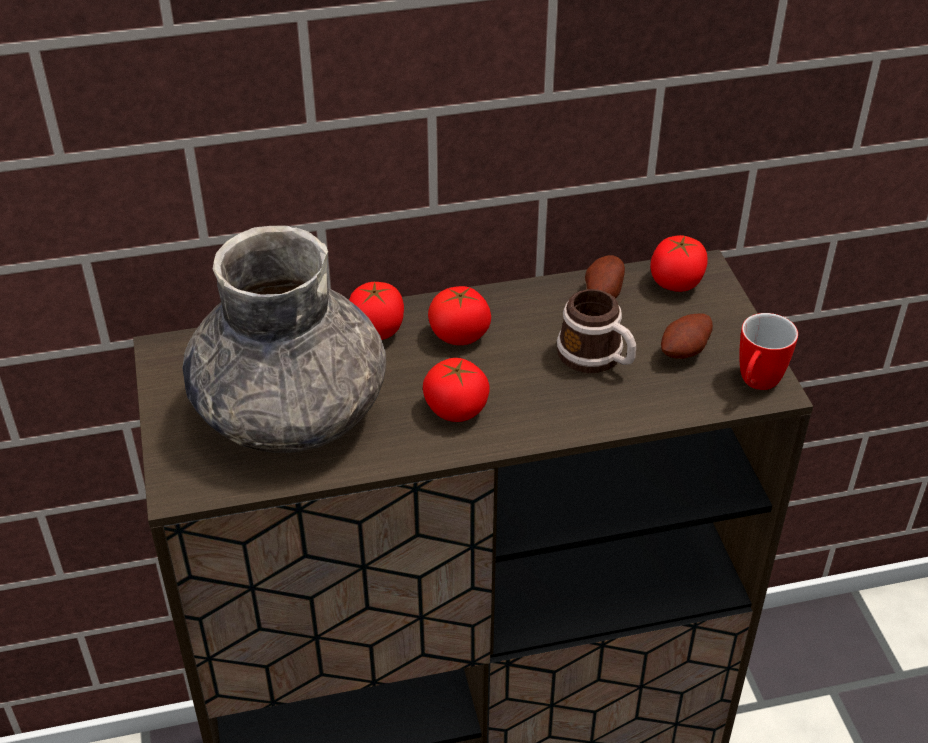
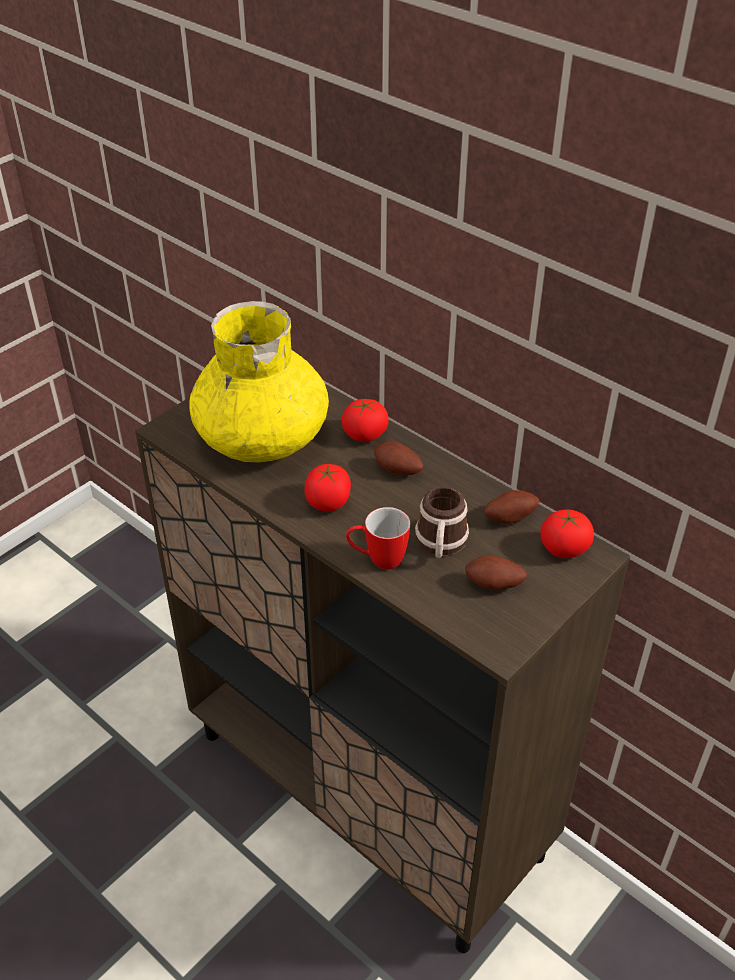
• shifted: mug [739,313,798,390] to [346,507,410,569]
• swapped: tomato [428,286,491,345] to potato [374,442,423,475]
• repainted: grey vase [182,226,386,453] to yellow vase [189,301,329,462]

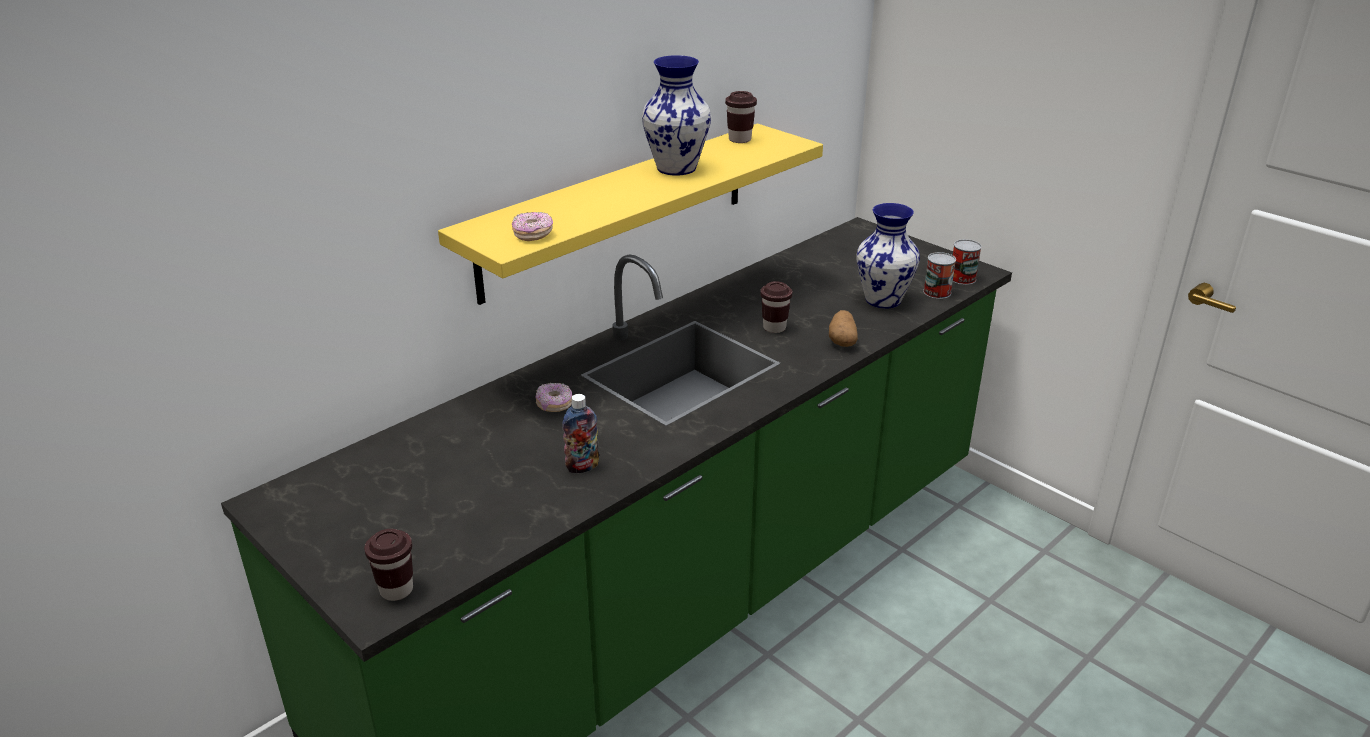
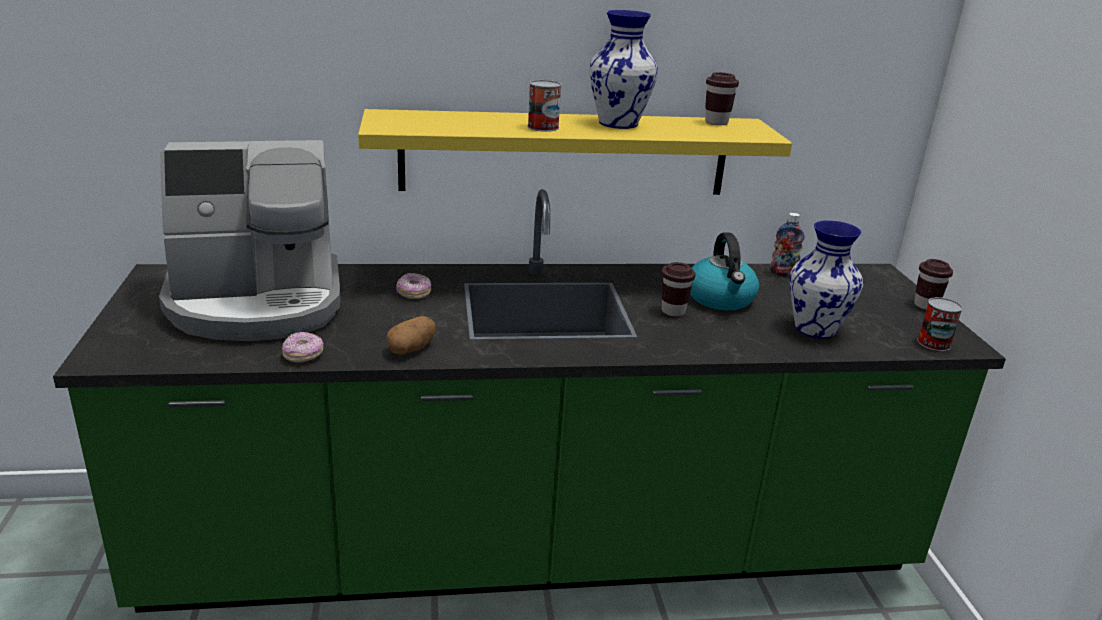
• new: coffee machine [159,140,341,341]
• new: kettle [690,232,759,310]
• shifted: brown cup [364,529,413,601] to [914,259,953,310]
• shifted: donut [512,212,553,241] to [282,332,323,362]
• shifted: bottle [562,394,599,473] to [770,213,804,277]
• shifted: potato [829,310,858,347] to [386,316,435,355]
• shifted: can [923,252,956,299] to [528,80,562,132]

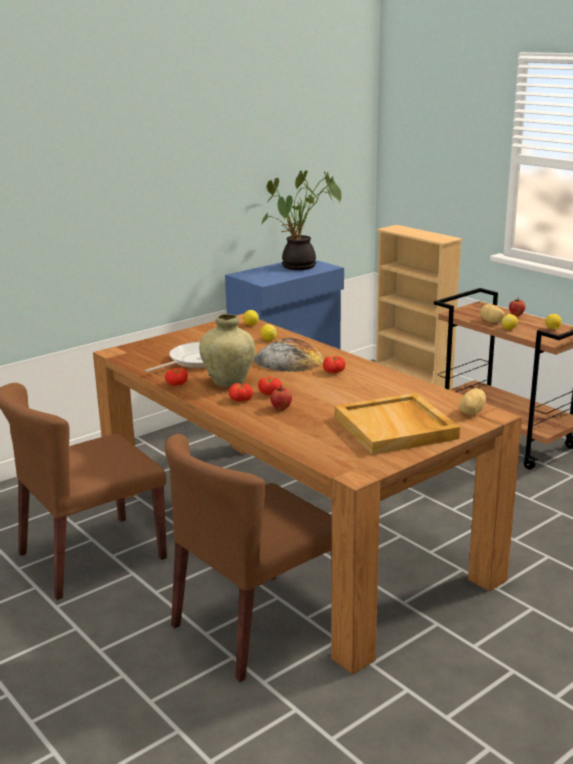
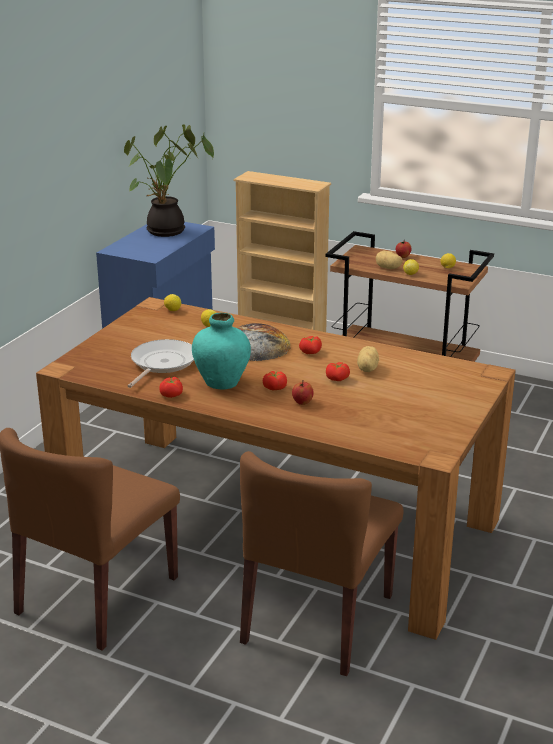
• gone: beige tray [335,393,460,455]
• shifted: tomato [229,383,253,402] to [326,362,350,381]
• shifted: potato [460,388,486,415] to [357,346,379,372]
• repainted: beige vase [199,314,256,387] to turquoise vase [192,313,251,390]

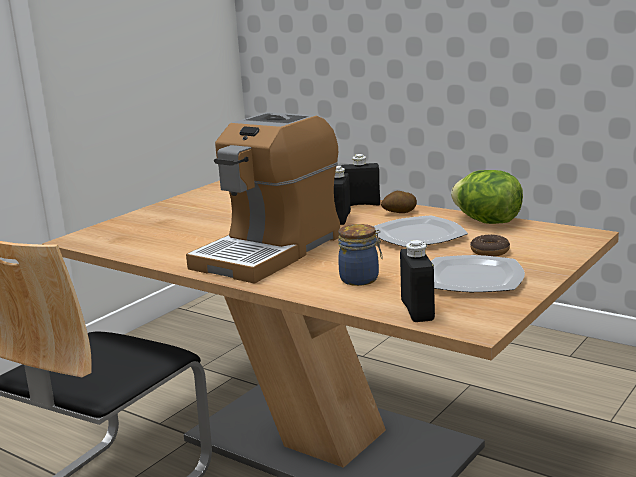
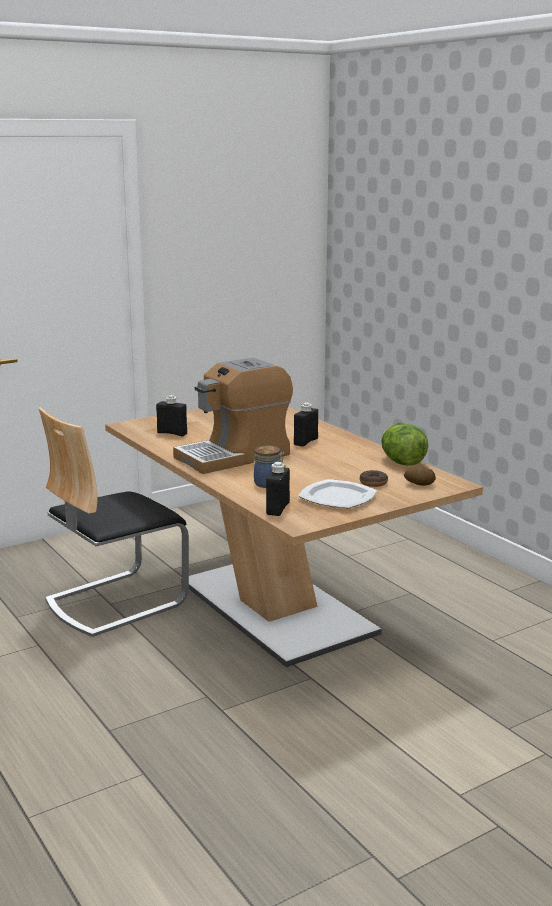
• gone: plate [373,215,468,247]
• shifted: black bottle [341,154,380,206] to [156,395,187,436]
• shifted: potato [381,191,417,213] to [404,465,436,486]

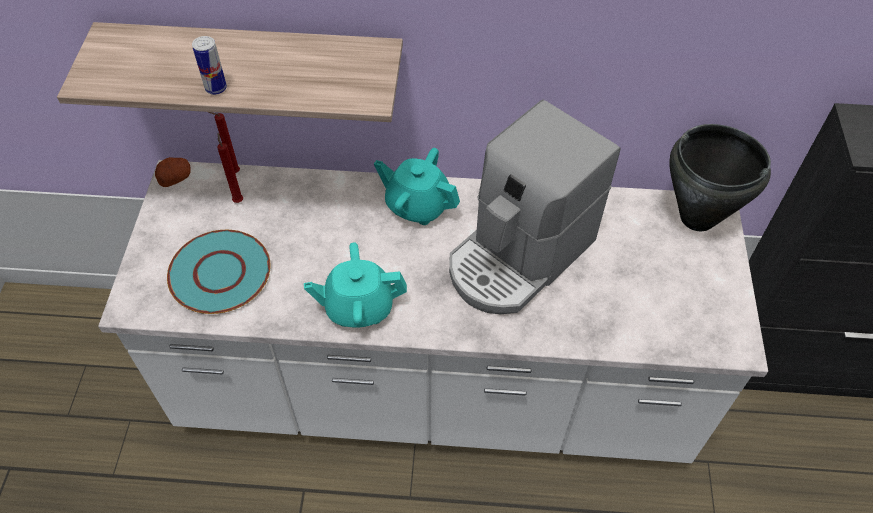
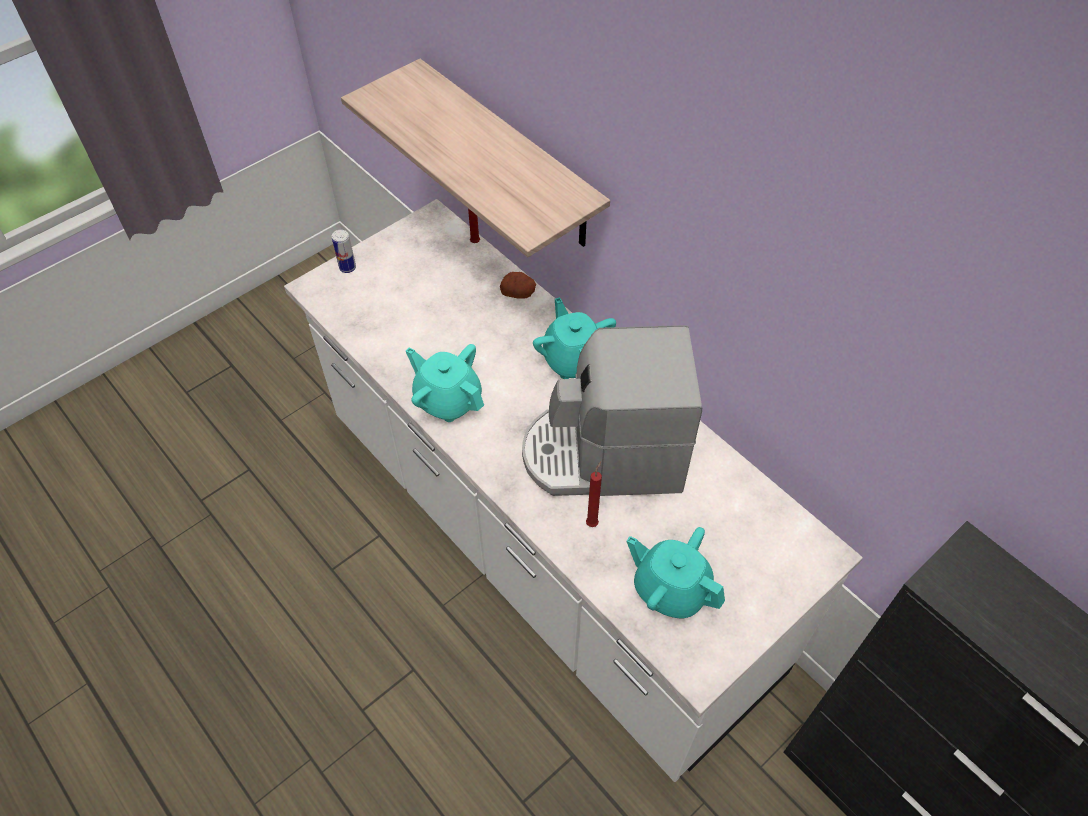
• gone: turquoise plate [167,230,271,314]
• gone: black cooking pot [669,124,771,231]
• new: turquoise teapot [627,527,725,618]
• shifted: potato [155,157,191,187] to [500,272,536,299]
• shifted: can [192,36,227,95] to [332,230,356,273]
• shifted: red candle [217,133,243,203] to [586,461,602,527]

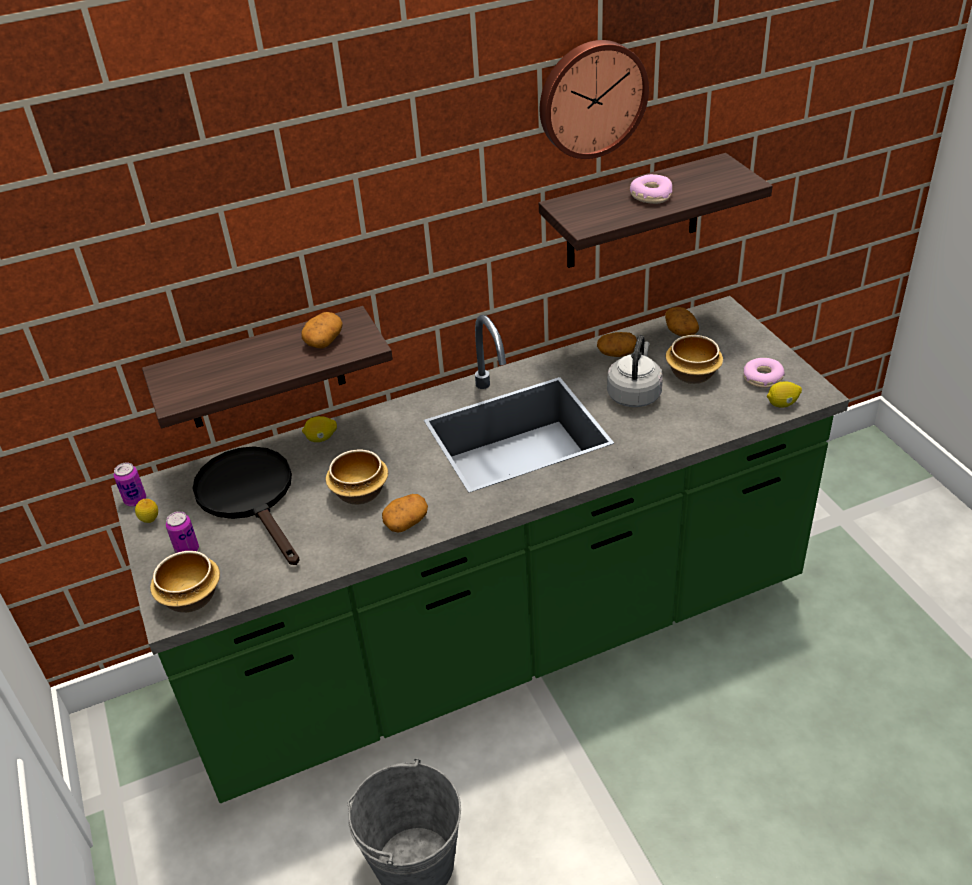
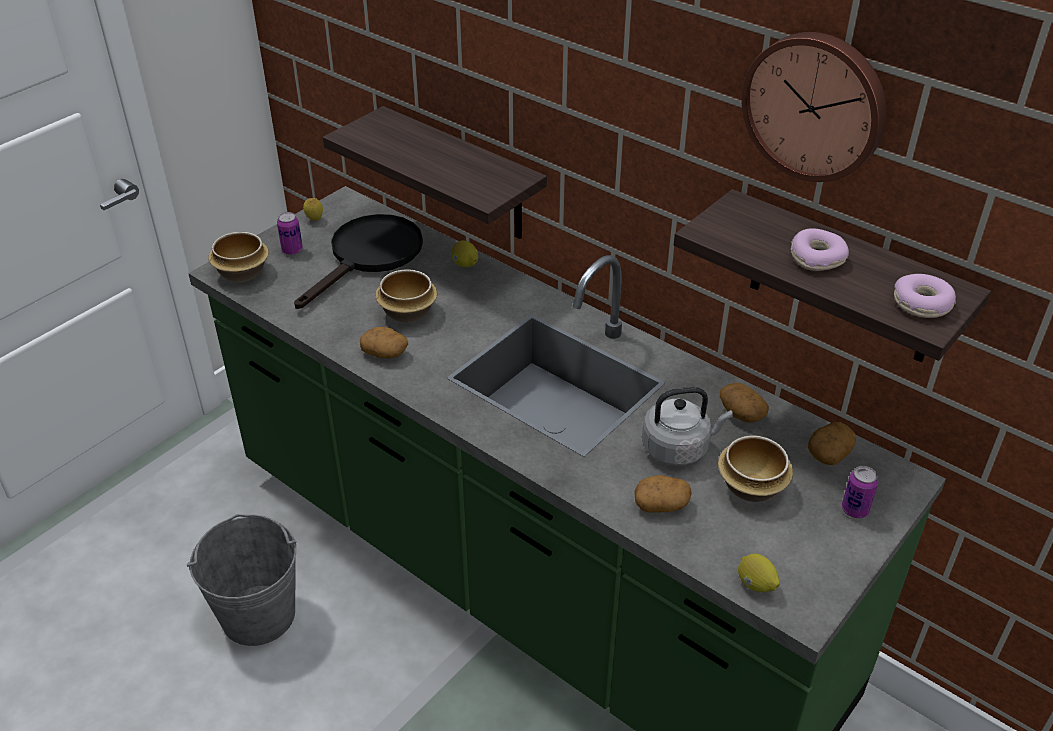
• shifted: can [114,463,146,507] to [842,466,879,518]
• shifted: potato [301,312,343,348] to [634,475,691,513]
• shifted: donut [744,358,785,388] to [894,274,956,318]

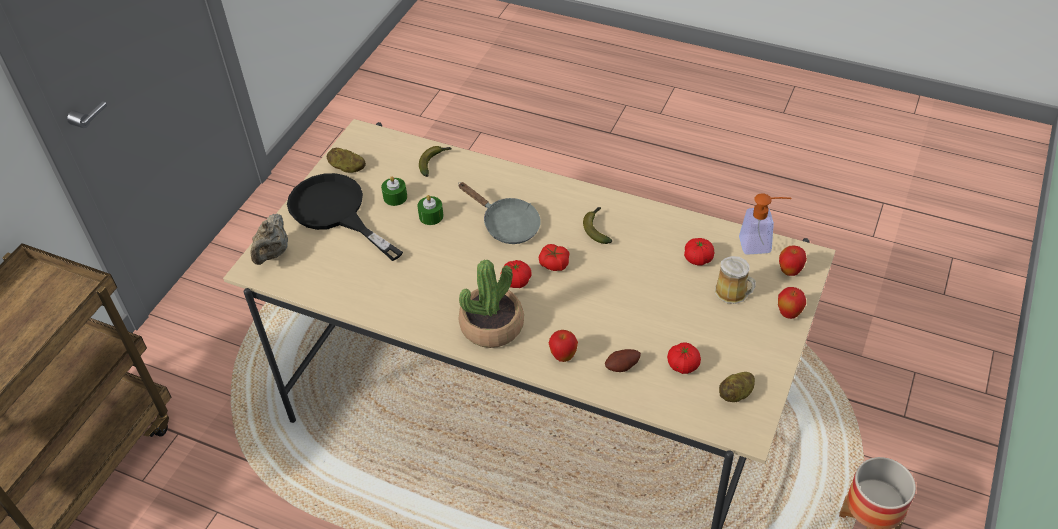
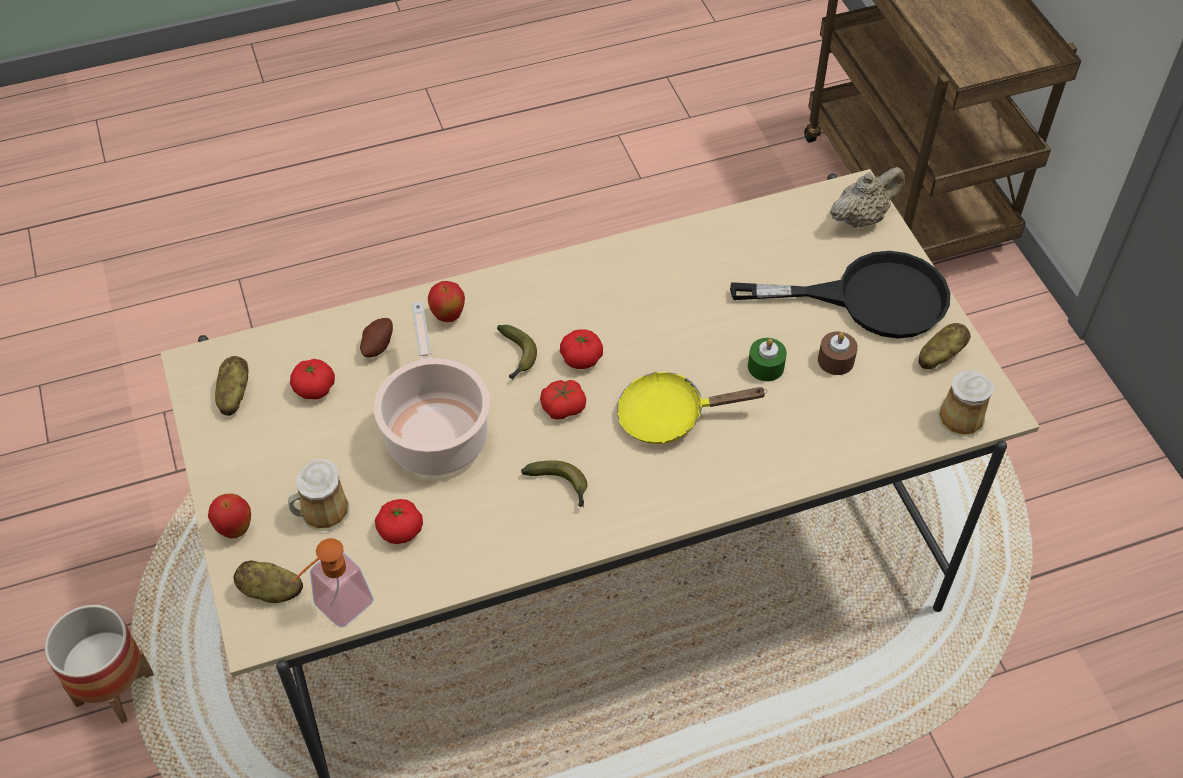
• gone: potted plant [459,260,524,348]
• new: cooking pot [374,302,490,476]
• new: mug [937,371,995,438]
• shifted: banana [419,146,451,177] to [497,325,537,380]
• swapped: apple [779,245,807,276] to potato [234,560,303,603]
• repainted: green candle [381,176,407,206] to brown candle [818,332,858,375]
• repainted: grey frying pan [459,182,541,244] to yellow frying pan [617,371,767,444]
• rotated: beige teapot [250,214,288,265] = [830,167,905,228] 90 degrees clockwise

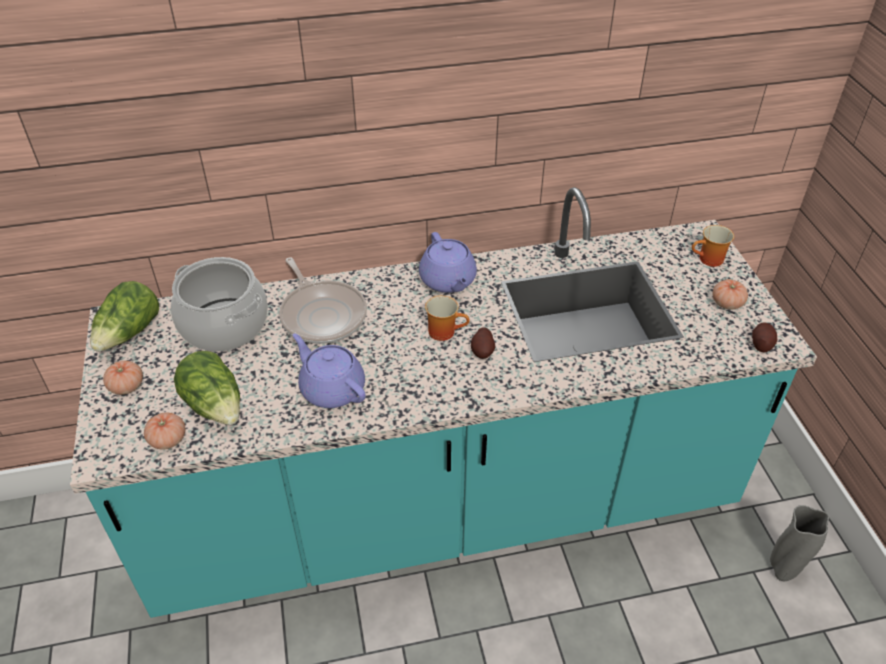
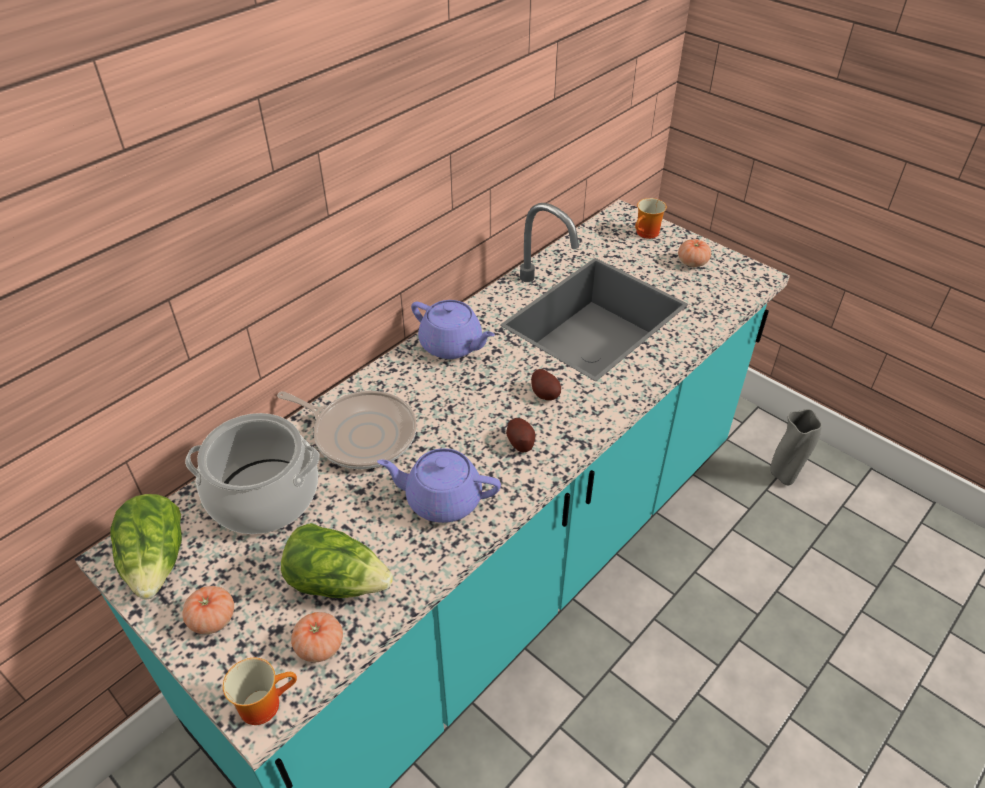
• shifted: mug [425,295,470,341] to [223,658,297,725]
• shifted: potato [752,322,777,352] to [506,418,535,453]

